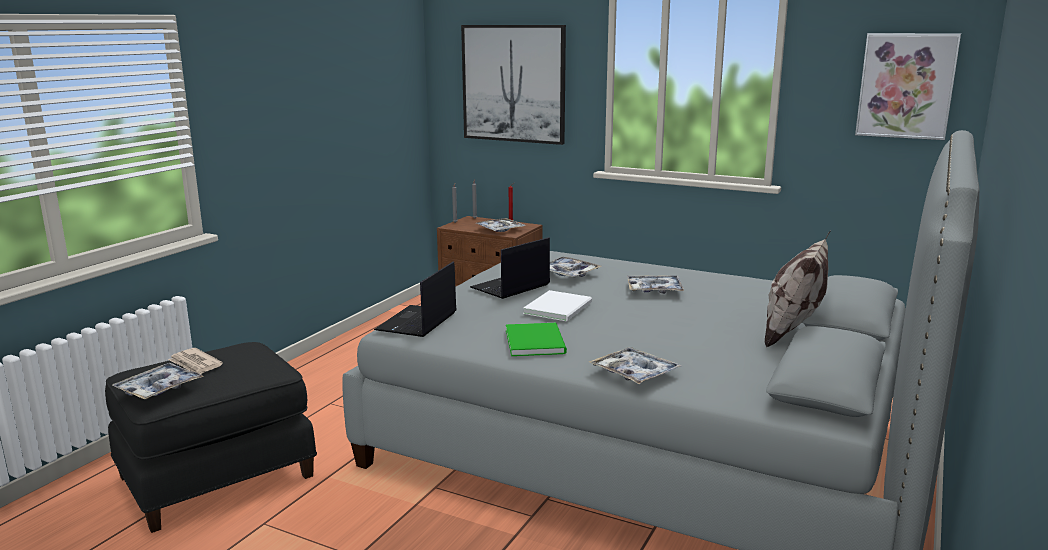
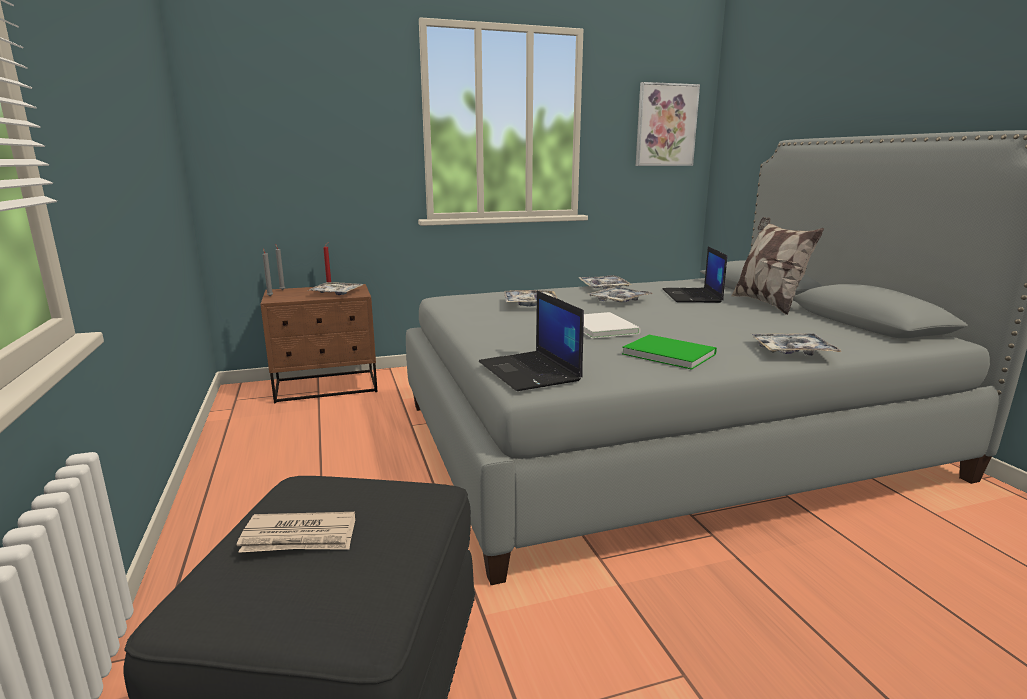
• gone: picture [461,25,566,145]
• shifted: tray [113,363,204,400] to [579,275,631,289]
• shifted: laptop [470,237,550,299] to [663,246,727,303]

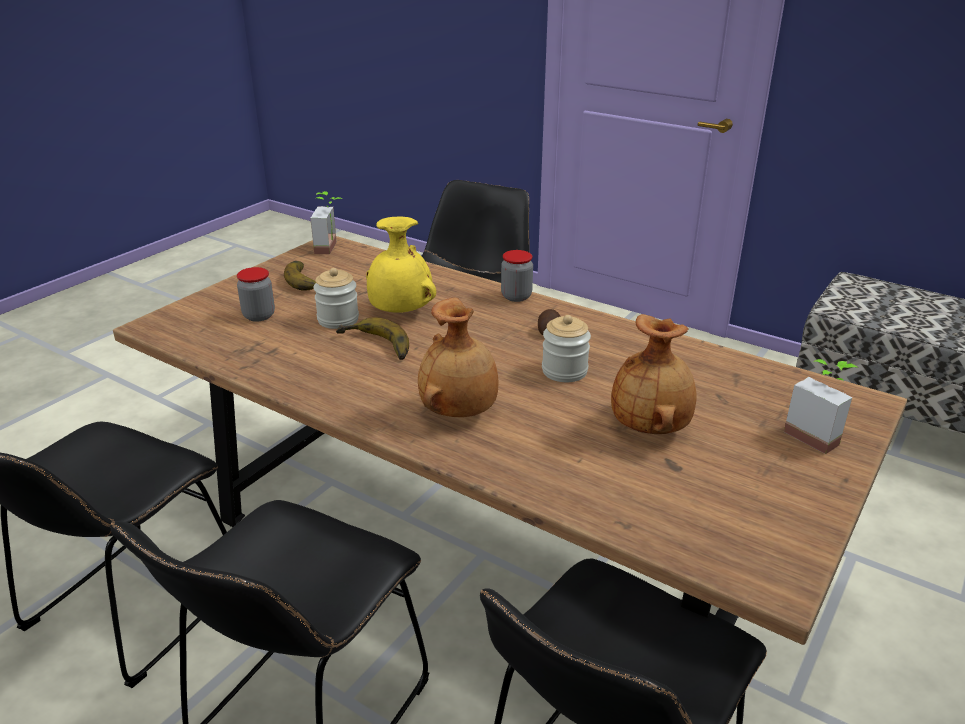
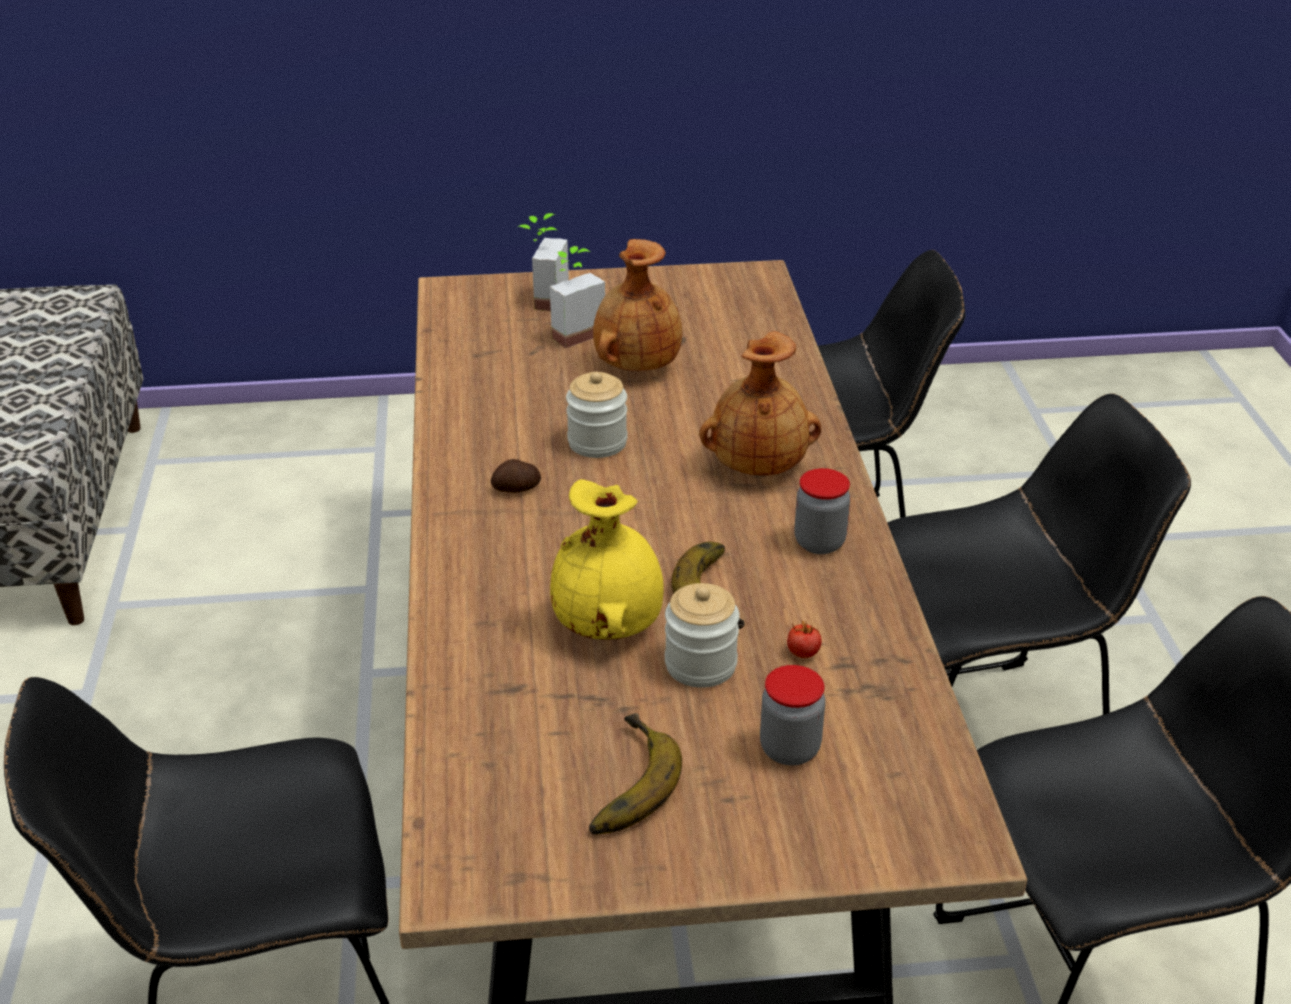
• new: tomato [787,621,822,658]
• shifted: potted plant [310,191,342,254] to [550,246,605,348]
• shifted: jar [501,250,533,302] to [794,468,850,554]

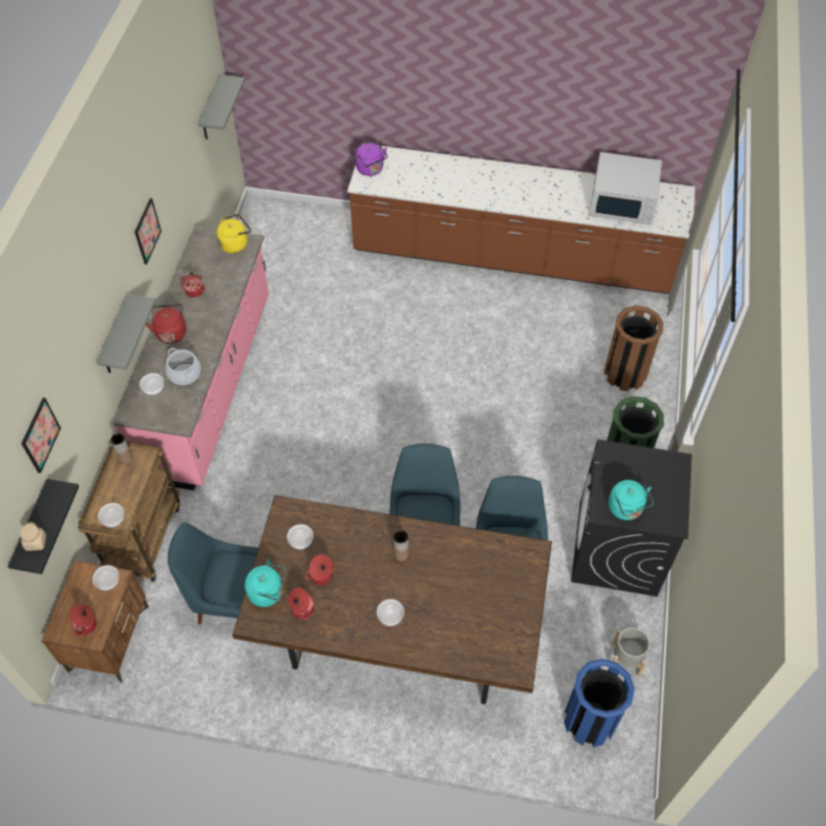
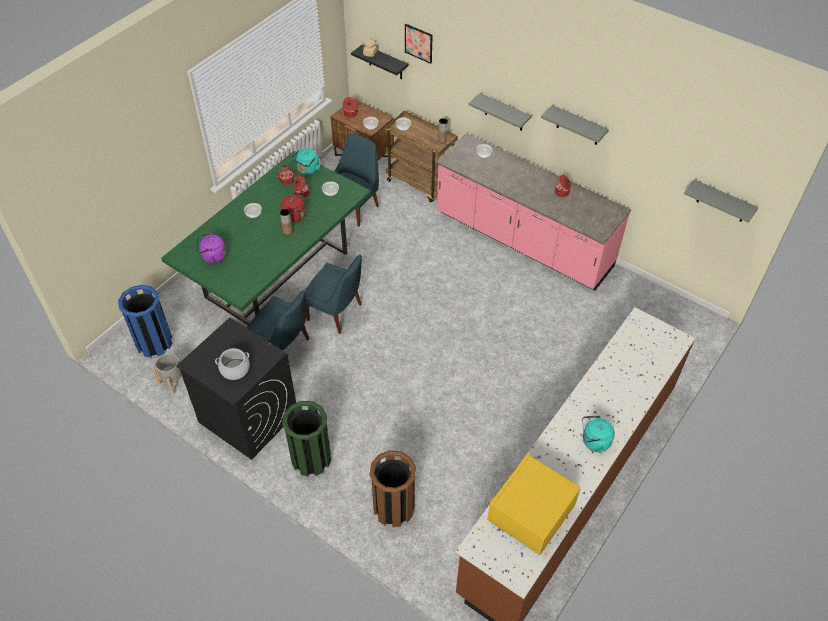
• gone: yellow kettle [216,214,251,253]
• shifted: red kettle [146,304,186,344] to [281,193,309,222]
• shifted: cooking pot [165,348,201,385] to [215,348,250,380]
• shifted: purple kettle [355,143,388,176] to [196,233,226,264]
• shifted: turquoise kettle [608,480,654,520] to [582,416,615,453]
• swapped: picture [135,198,162,265] to grey shelf [541,105,609,145]
• repainted: brown dining table [232,495,552,704] to green dining table [161,151,371,325]
• repainted: white microwave [589,152,662,225] to yellow microwave [487,454,581,555]

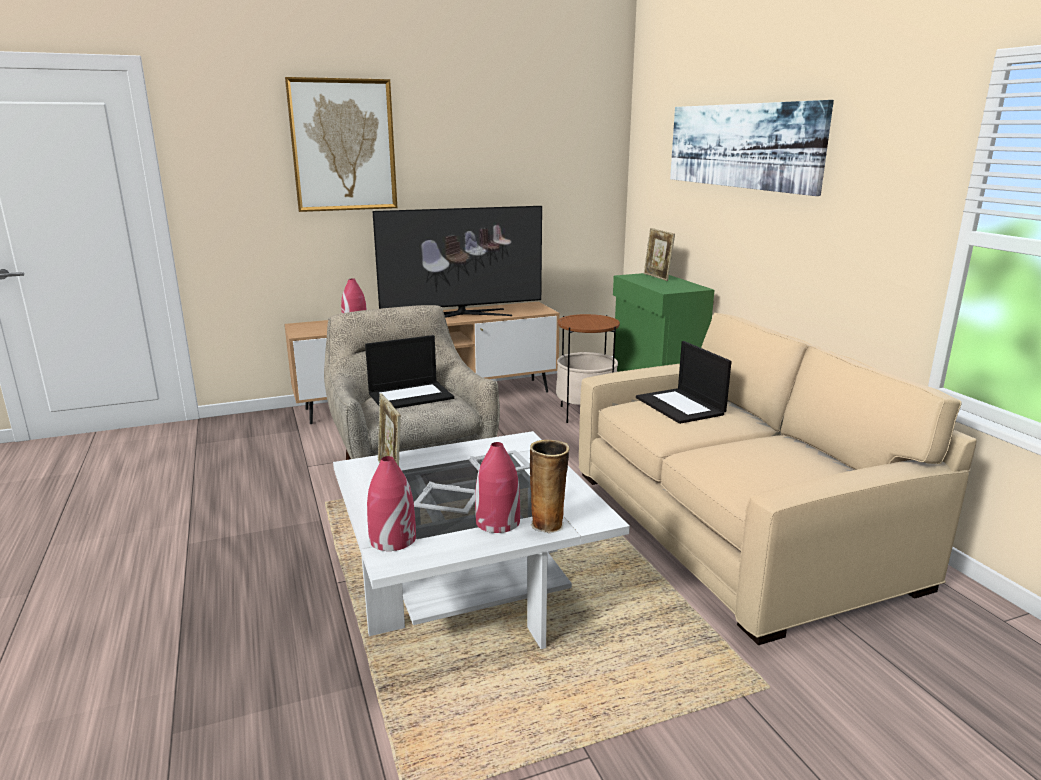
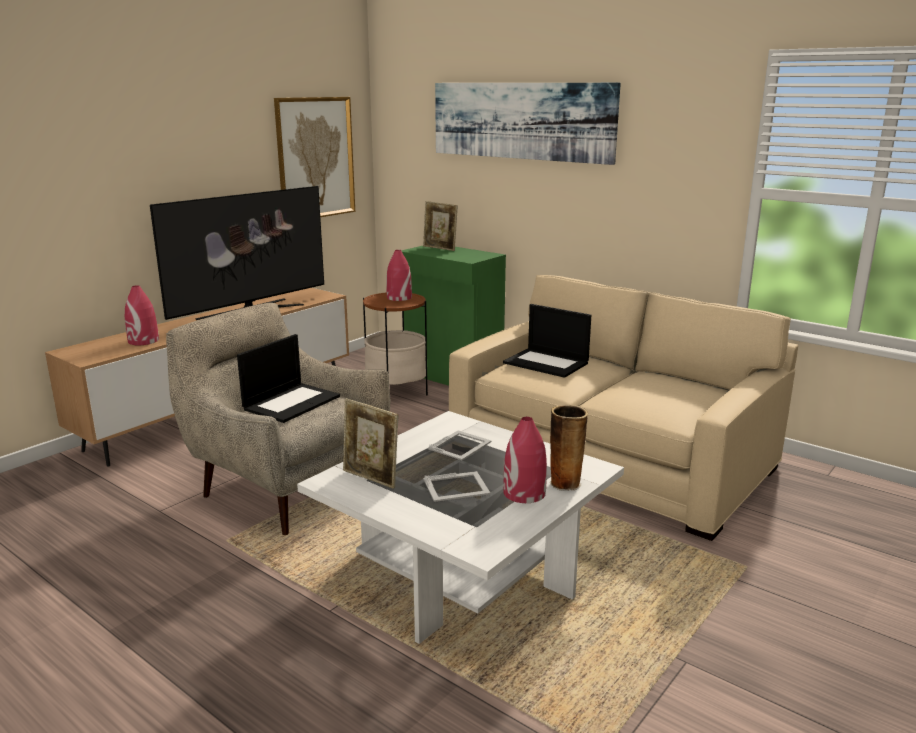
• shifted: picture [285,77,397,212] to [274,97,355,217]
• shifted: red vase [367,456,416,551] to [386,250,412,301]

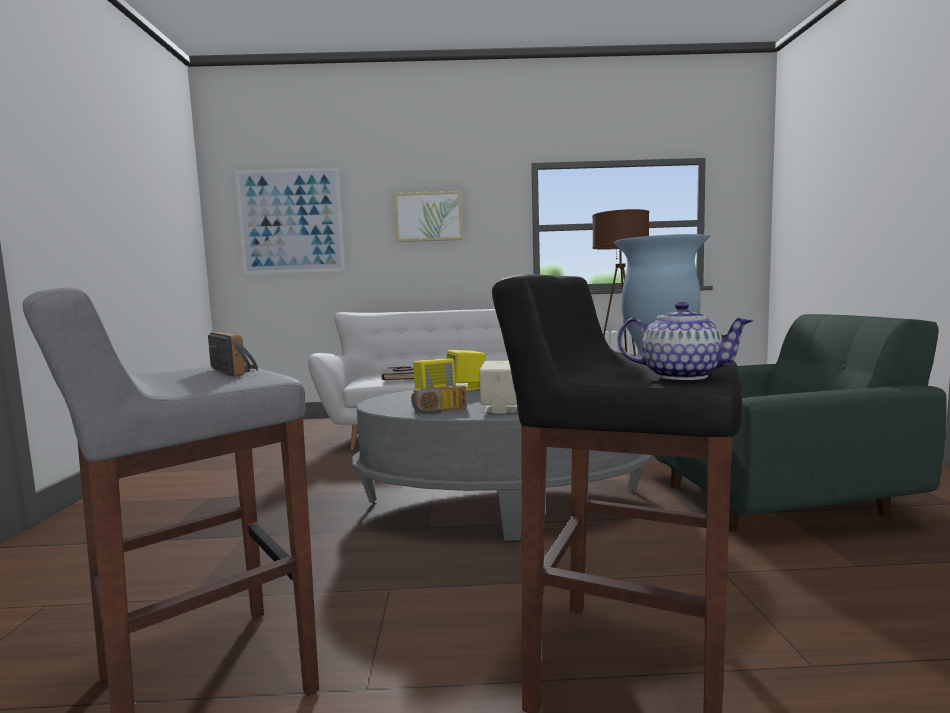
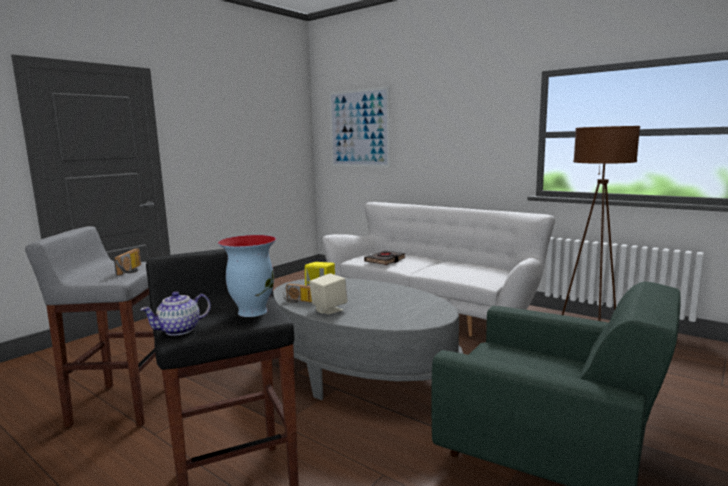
• gone: picture [394,191,463,242]
• gone: yellow speaker [447,350,486,391]
• rotated: teapot [618,302,753,380] = [140,292,211,336] 75 degrees clockwise

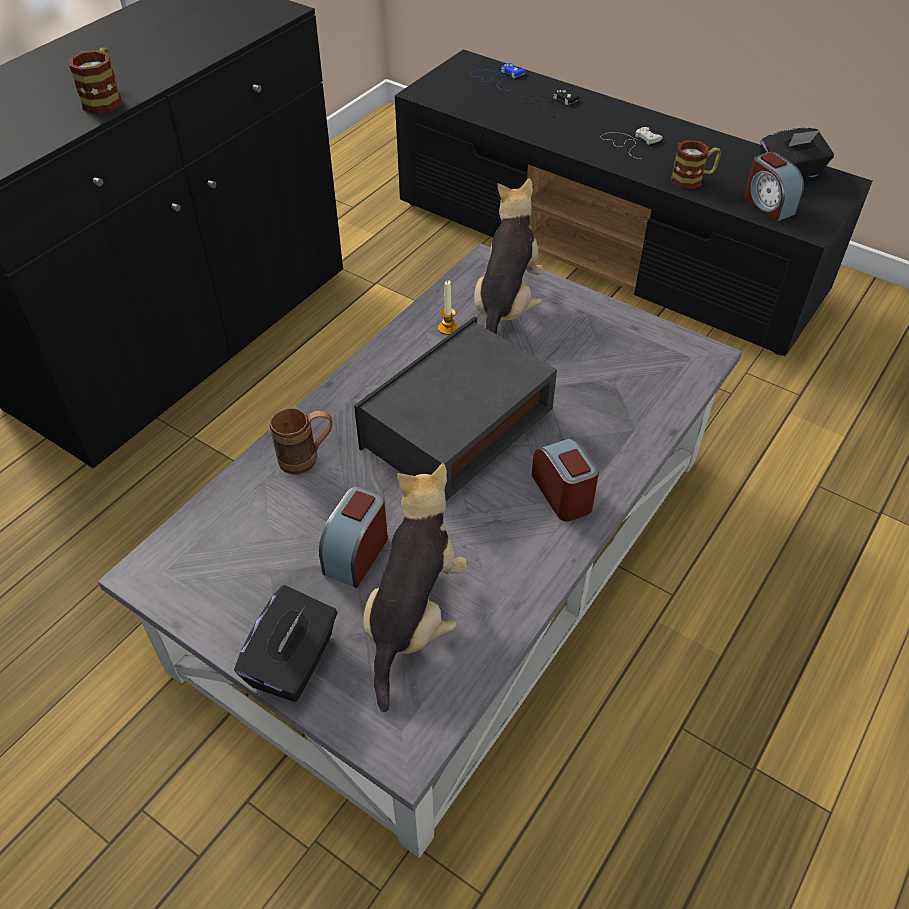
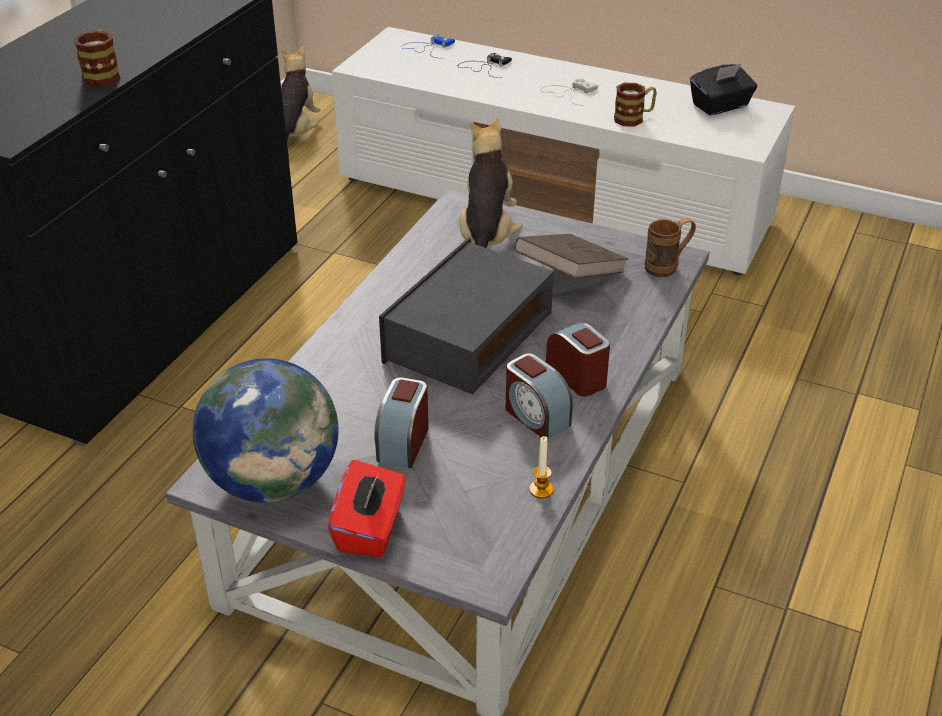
• new: globe [193,358,338,503]
• new: brown book [514,234,629,278]
• shifted: brown mug [270,408,332,474] to [645,218,696,277]
• shifted: plush toy [363,463,467,712] to [281,47,321,158]
• shifted: candle [438,280,458,335] to [529,436,554,499]
• shifted: alarm clock [744,152,804,222] to [506,353,573,440]
• repainted: black tissue box [234,585,338,702] to red tissue box [328,460,405,557]
• repainted: black tv stand [395,49,872,356] to white tv stand [332,27,795,275]

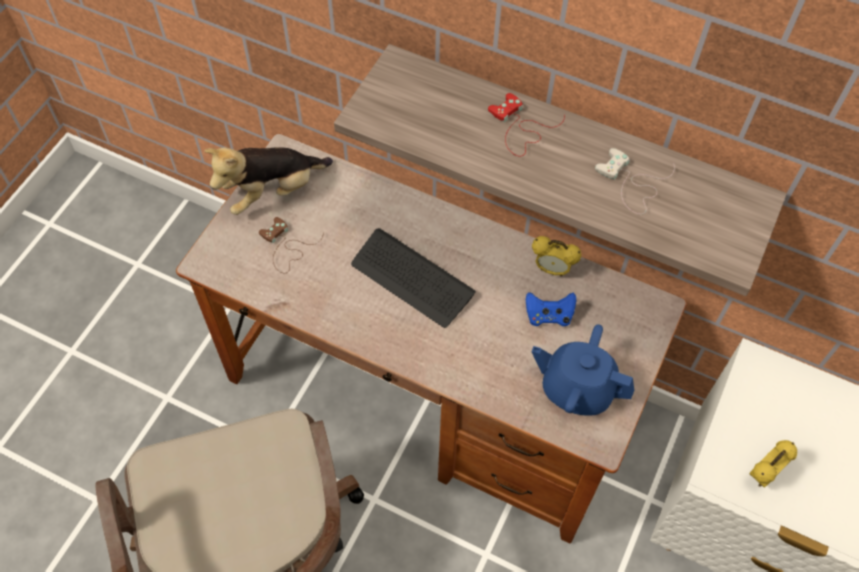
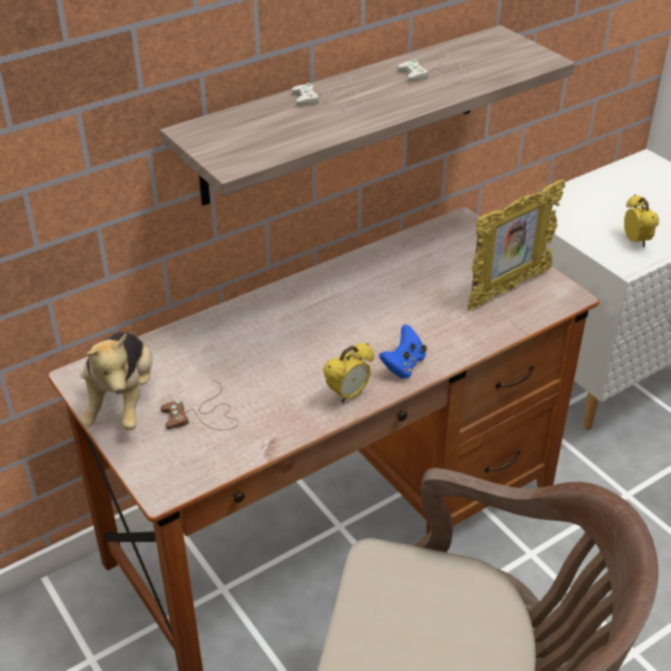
• gone: keyboard [351,228,476,328]
• shifted: blue game controller [526,292,576,326] to [379,324,427,379]
• shifted: alarm clock [532,236,581,276] to [323,343,374,403]
• swapped: blue teapot [532,325,634,416] to picture frame [467,179,565,311]
• repainted: red game controller [488,93,565,156] to white game controller [291,74,366,107]

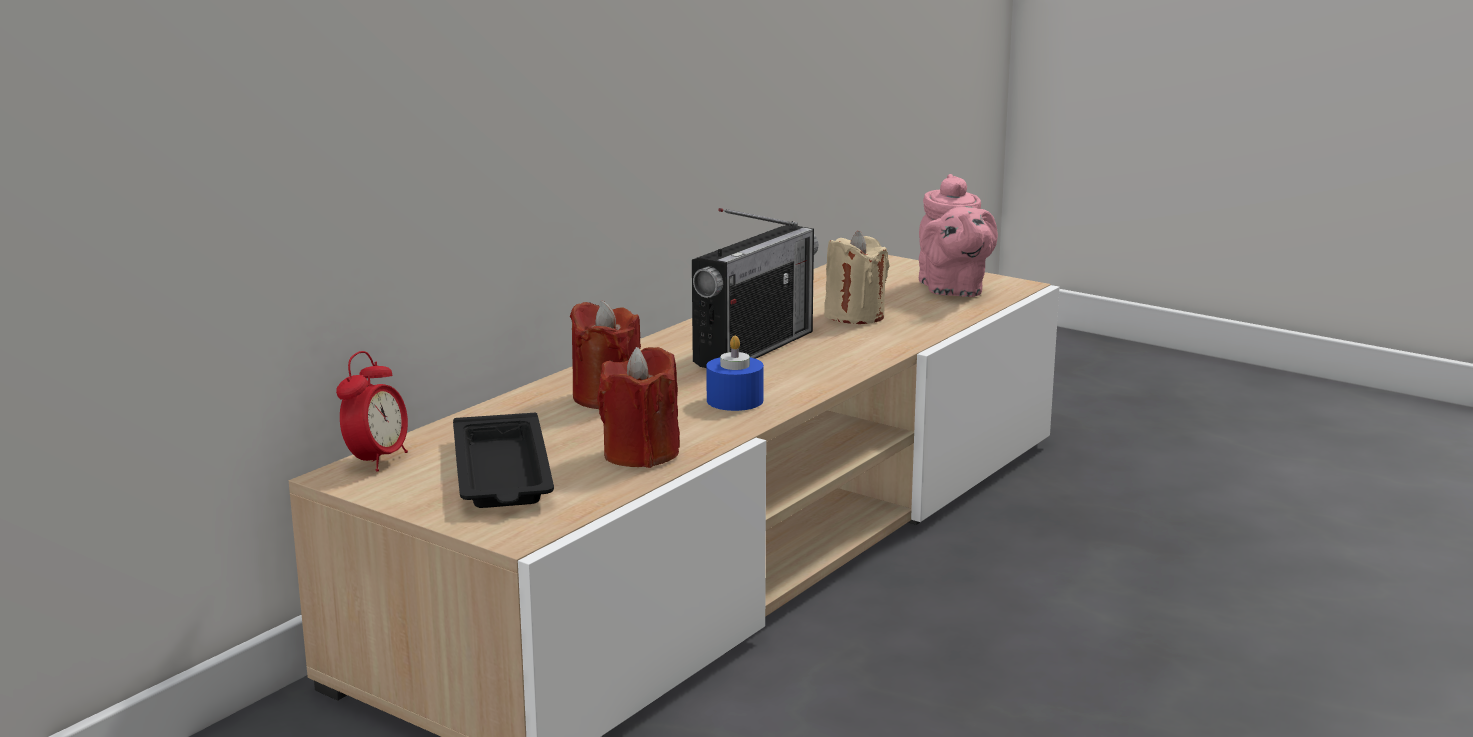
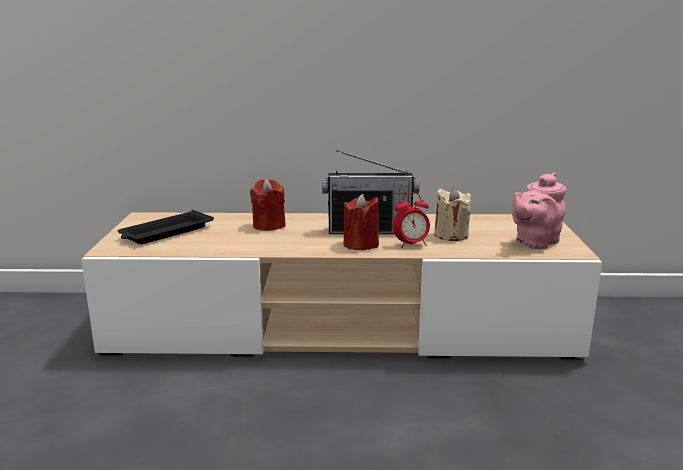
• gone: blue candle [706,336,764,411]
• shifted: alarm clock [336,351,408,472] to [393,192,430,248]
• shifted: red candle [597,347,680,468] to [344,194,379,250]

